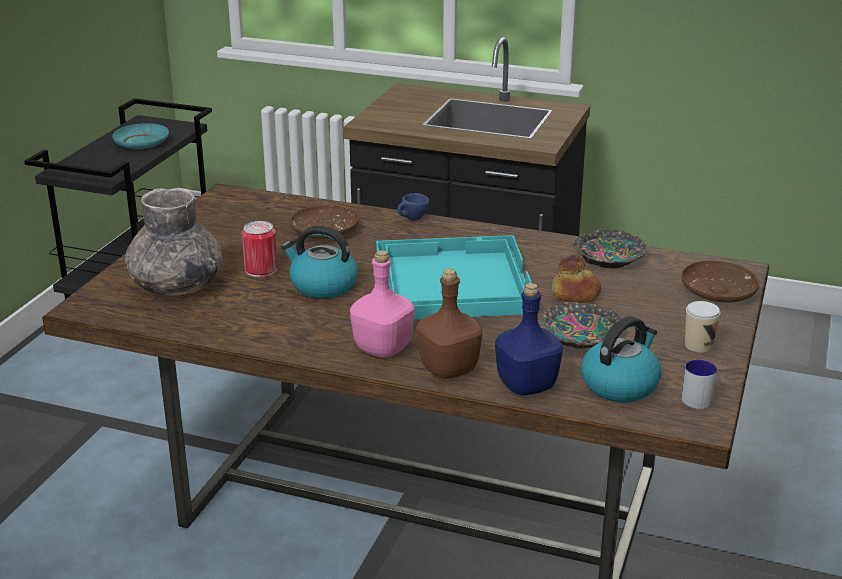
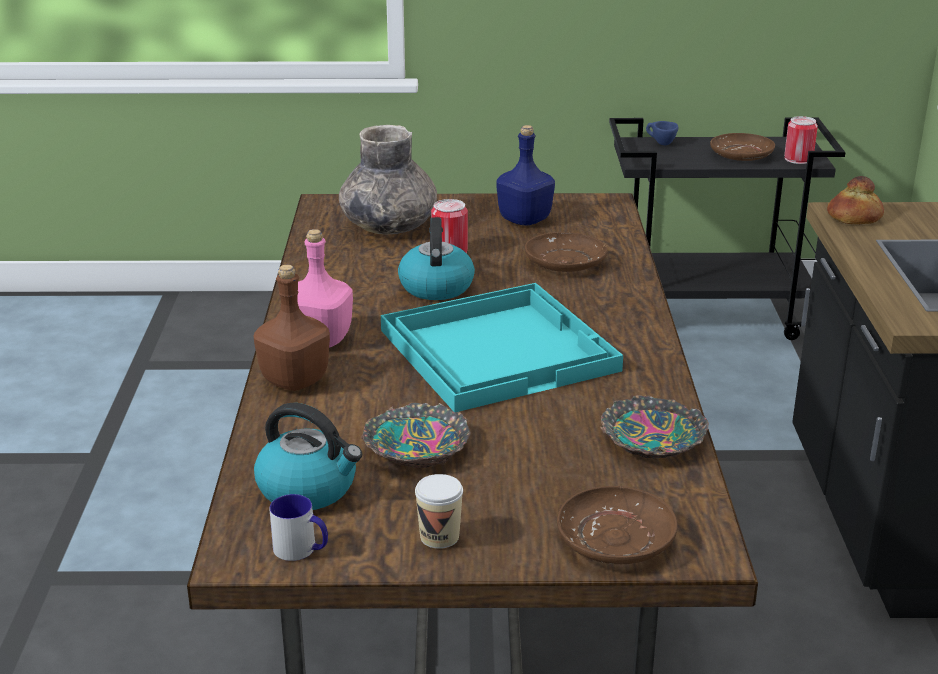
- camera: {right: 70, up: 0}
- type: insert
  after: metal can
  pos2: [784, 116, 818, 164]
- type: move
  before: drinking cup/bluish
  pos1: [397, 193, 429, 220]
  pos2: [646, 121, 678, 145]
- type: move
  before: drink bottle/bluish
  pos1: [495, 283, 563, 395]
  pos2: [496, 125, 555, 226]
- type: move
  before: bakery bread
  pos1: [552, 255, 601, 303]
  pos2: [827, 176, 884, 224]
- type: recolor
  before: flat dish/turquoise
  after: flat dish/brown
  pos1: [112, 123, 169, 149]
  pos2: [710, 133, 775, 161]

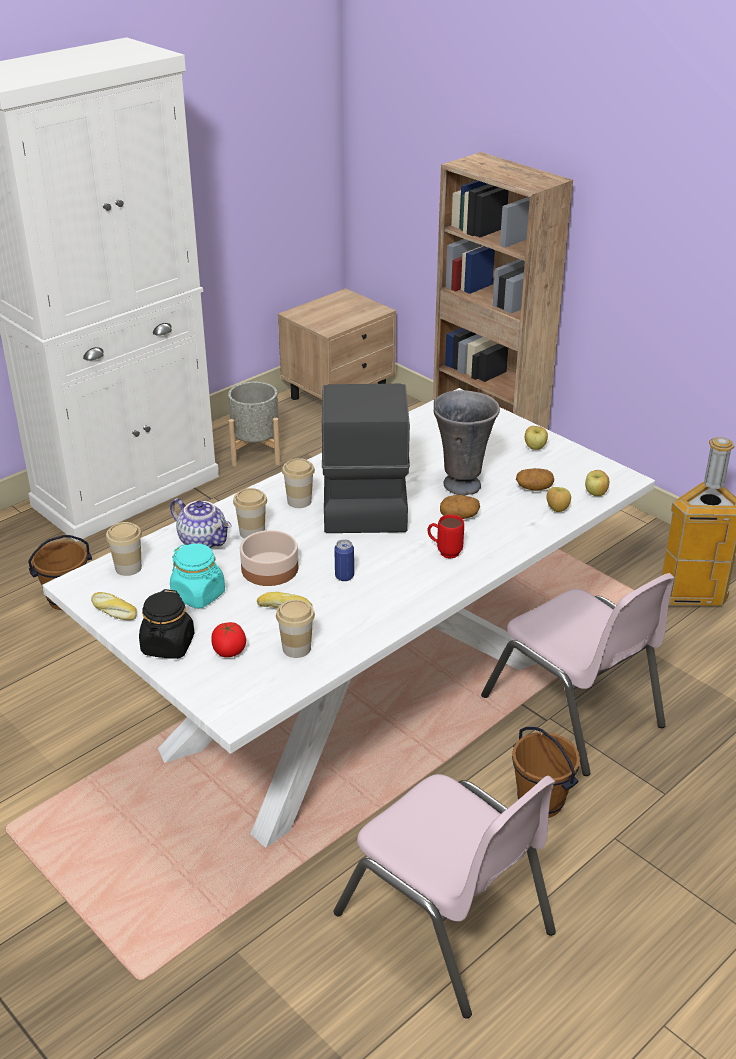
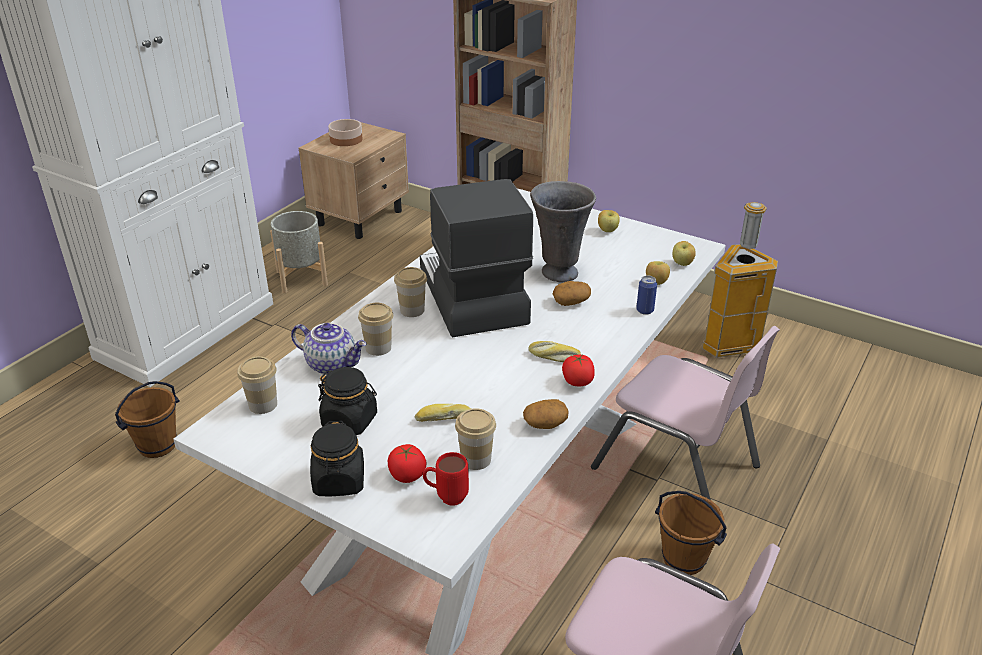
- camera: {right: -15, up: 0}
- type: insert
  after: fresh tomato
  pos2: [562, 354, 595, 386]
- type: move
  before: bakery bread
  pos1: [91, 592, 137, 620]
  pos2: [528, 341, 581, 362]
- type: move
  before: bowl
  pos1: [240, 530, 299, 586]
  pos2: [328, 119, 363, 146]
- type: move
  before: metal can
  pos1: [334, 539, 354, 581]
  pos2: [636, 276, 657, 315]
- type: move
  before: mug/red
  pos1: [428, 515, 464, 559]
  pos2: [423, 452, 469, 506]
- type: move
  before: whole potato
  pos1: [516, 468, 554, 491]
  pos2: [523, 399, 569, 429]
- type: recolor
  before: storage jar/turquoise
  after: storage jar/blackish
  pos1: [170, 544, 225, 609]
  pos2: [318, 367, 377, 435]

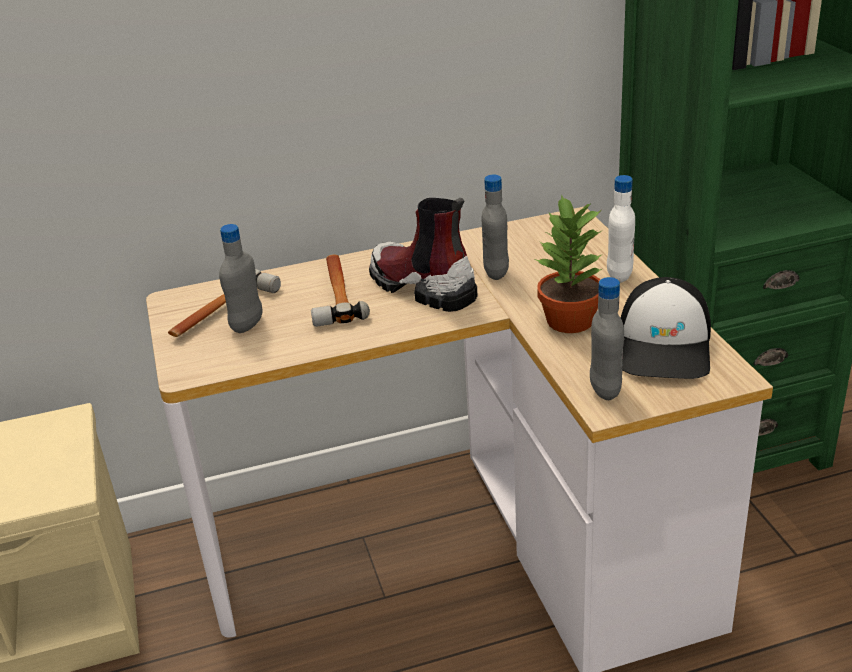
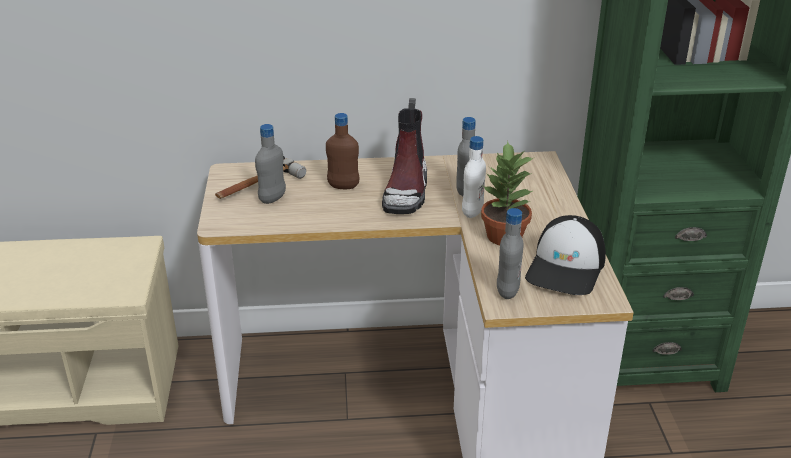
- camera: {right: 10, up: 0}
- type: move
  before: drink bottle/white-coloured
  pos1: [607, 175, 635, 283]
  pos2: [462, 136, 486, 218]
- type: replace
  before: hand hammer
  after: drink bottle/brown
  pos1: [311, 254, 370, 327]
  pos2: [326, 113, 360, 189]
- type: rotate
  before: high-top boot
  pos1: [369, 198, 477, 312]
  pos2: [382, 98, 427, 214]
  turn: -135

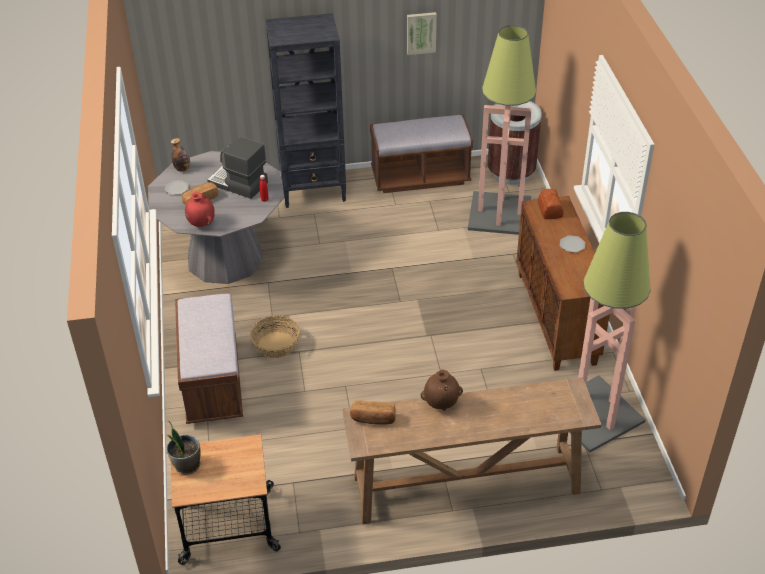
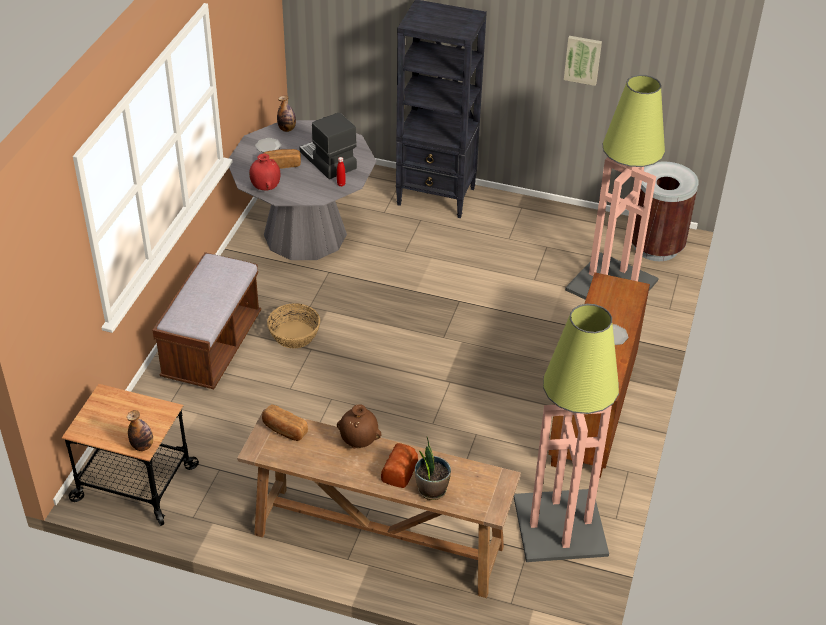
- camera: {right: 25, up: 0}
- type: delete
  before: bench/brown
  pos1: [370, 115, 473, 193]
- type: insert
  after: drink bottle
  pos2: [127, 410, 153, 451]
- type: move
  before: plant in a pot
  pos1: [167, 420, 200, 475]
  pos2: [415, 437, 451, 500]
- type: move
  before: bakery bread
  pos1: [538, 189, 563, 219]
  pos2: [381, 443, 418, 488]

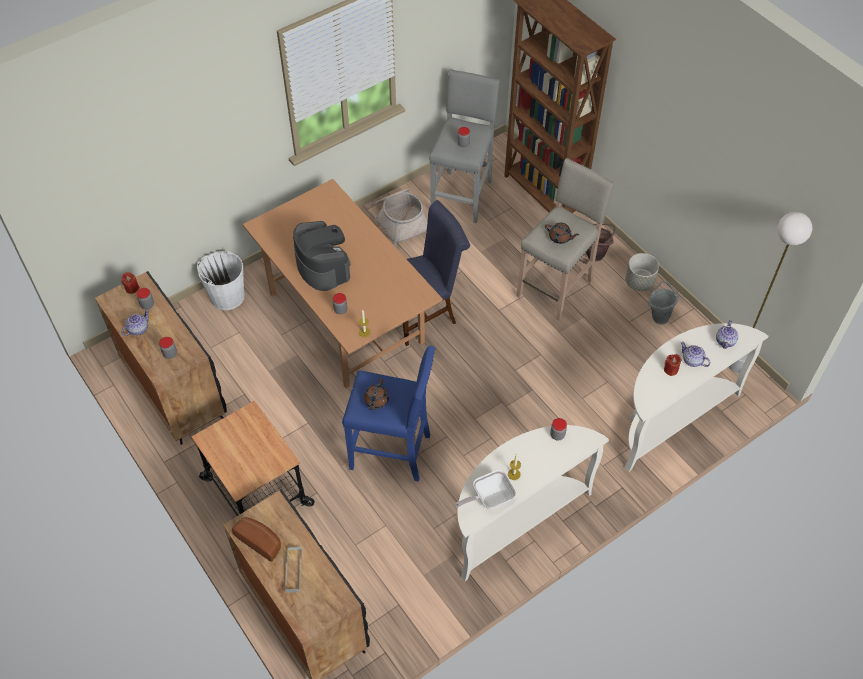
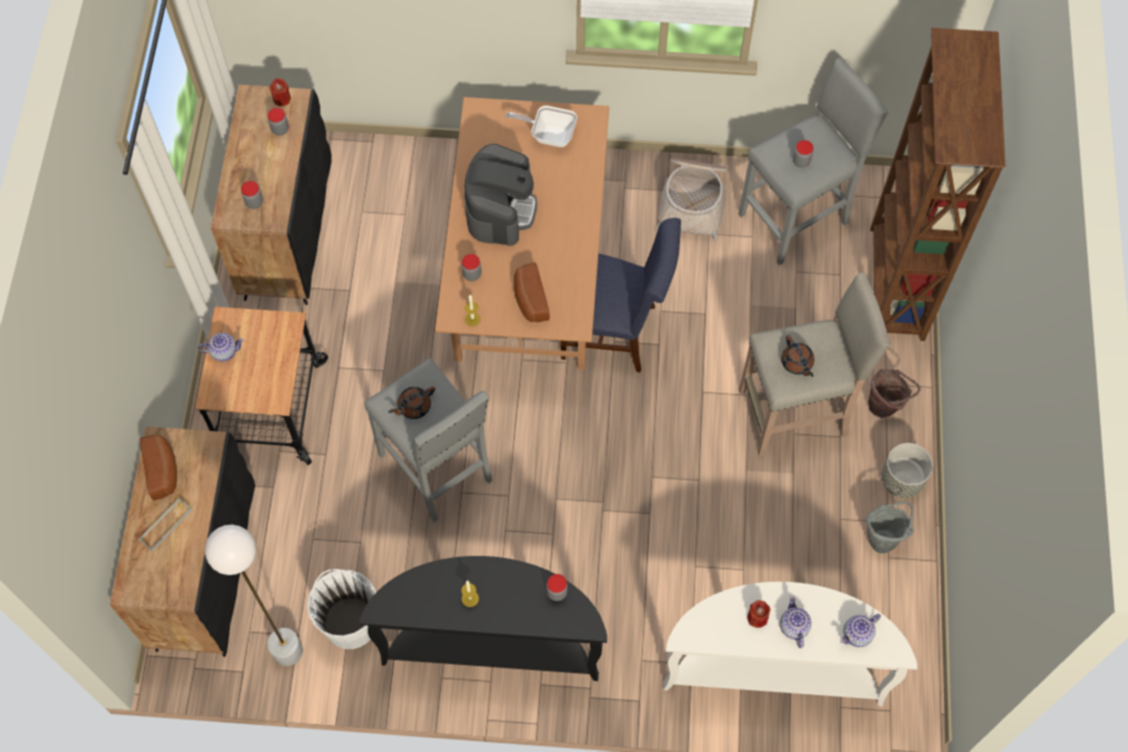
- camera: {right: 40, up: 10}
- type: insert
  after: bakery bread
  pos2: [514, 262, 550, 322]
- type: move
  before: teapot
  pos1: [121, 309, 149, 336]
  pos2: [198, 333, 244, 362]
- type: move
  before: water bucket/white-coloured
  pos1: [197, 251, 245, 310]
  pos2: [307, 569, 376, 649]
- type: move
  before: pan
  pos1: [454, 470, 516, 509]
  pos2: [505, 106, 577, 147]
- type: move
  before: standing lamp/white-coloured
  pos1: [729, 212, 812, 373]
  pos2: [205, 525, 303, 666]
- type: recolor
  before: stool seat/bluish
  after: stool seat/gray
  pos1: [342, 346, 435, 482]
  pos2: [364, 358, 493, 522]
- type: recolor
  before: narrow table/white-coloured
  after: narrow table/blackish
  pos1: [457, 425, 609, 581]
  pos2: [359, 556, 607, 681]

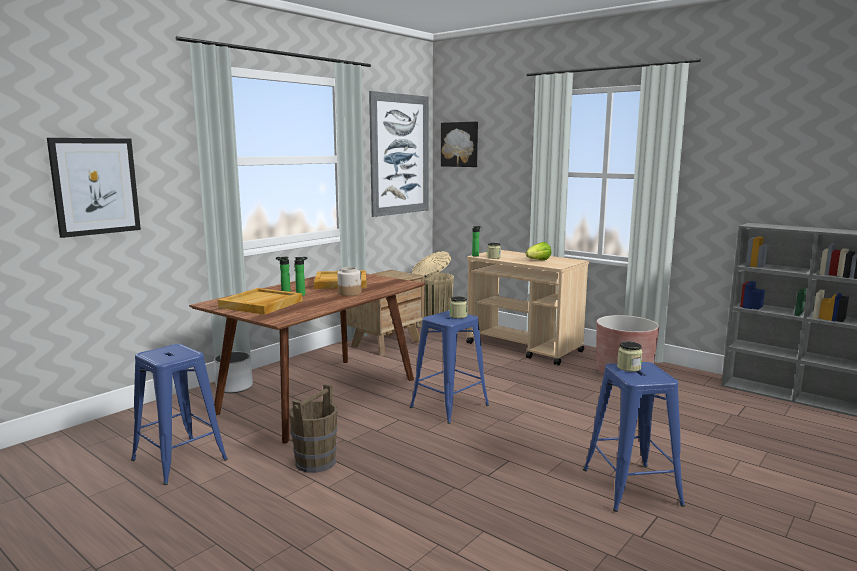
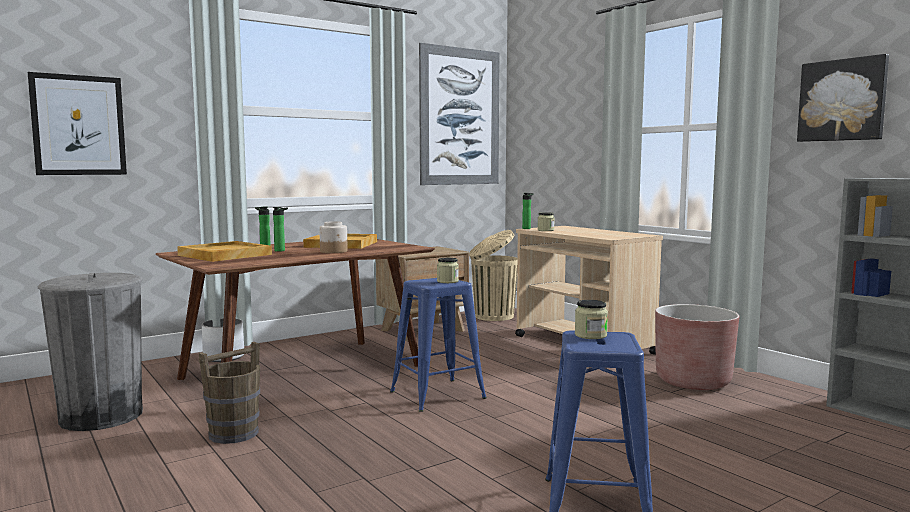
- camera: {right: 15, up: -5}
- type: delete
  before: head of lettuce
  pos1: [526, 242, 551, 260]
- type: move
  before: picture
  pos1: [441, 122, 478, 167]
  pos2: [797, 54, 889, 142]
- type: replace
  before: stool seat/bluish
  after: waste bin/gray
  pos1: [131, 344, 228, 485]
  pos2: [38, 273, 143, 431]

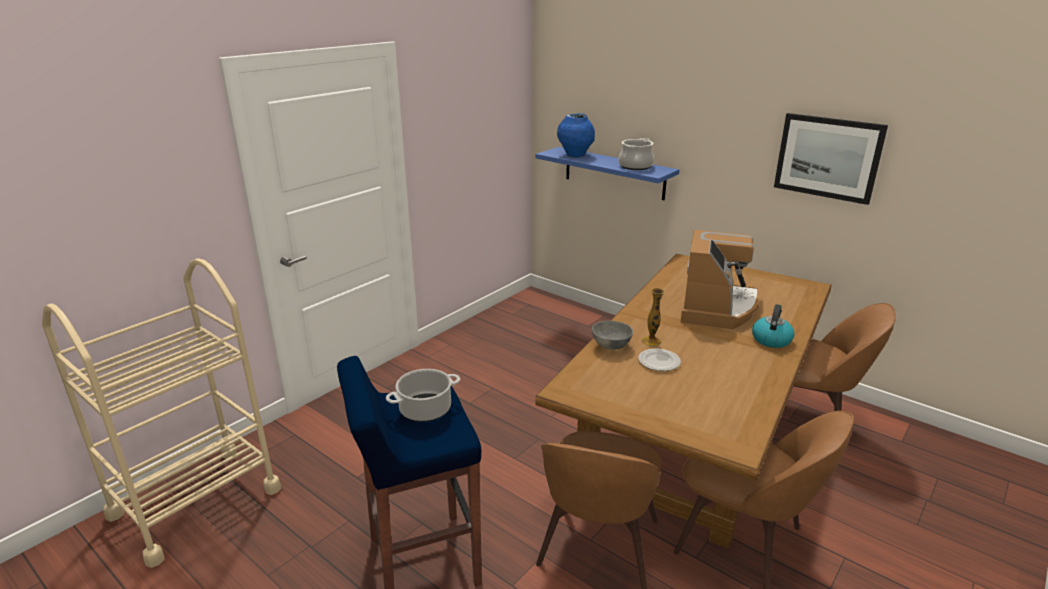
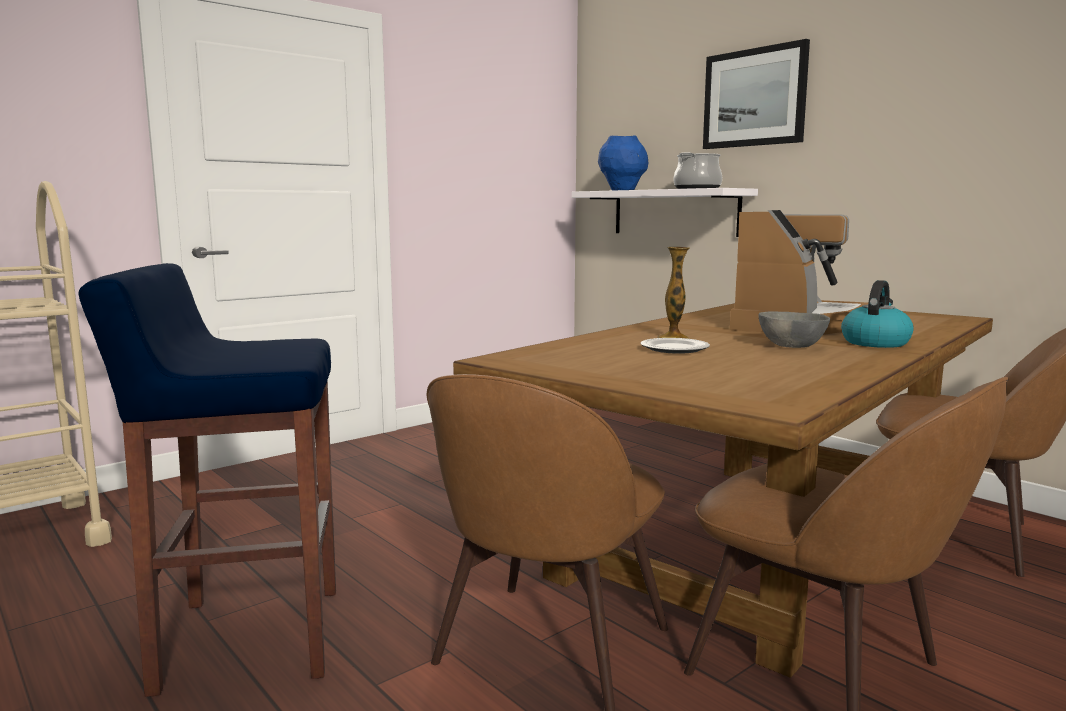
- camera: {right: 10, up: -15}
- type: delete
  before: saucepot
  pos1: [386, 369, 460, 422]
- type: move
  before: bowl/gray
  pos1: [592, 321, 633, 350]
  pos2: [758, 311, 830, 348]
- type: move
  before: picture
  pos1: [774, 113, 888, 205]
  pos2: [703, 39, 810, 149]
- type: recolor
  before: wall shelf/bluish
  after: wall shelf/white-coloured
  pos1: [535, 147, 679, 200]
  pos2: [572, 188, 758, 237]

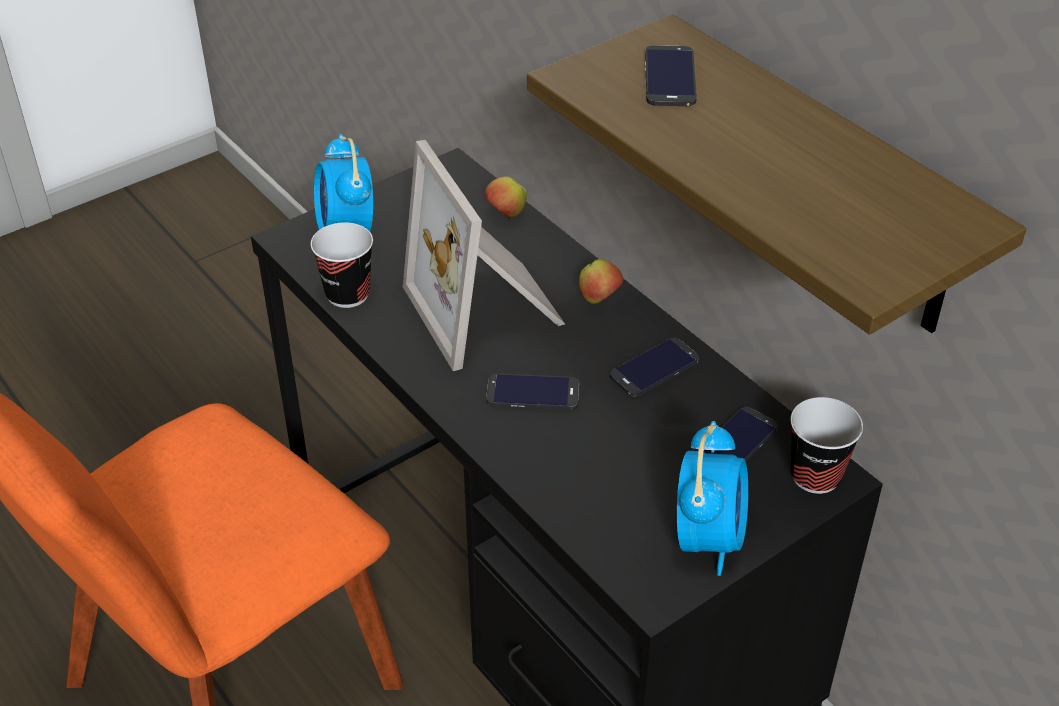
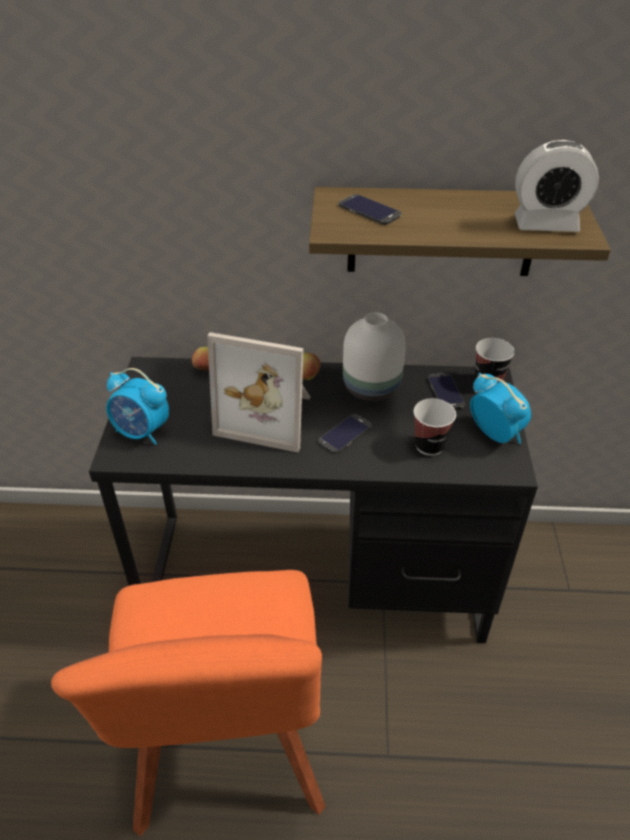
- camera: {right: -50, up: 0}
- type: insert
  after: alarm clock
  pos2: [515, 140, 599, 232]
- type: move
  before: drinking cup
  pos1: [311, 222, 373, 308]
  pos2: [414, 398, 456, 456]
- type: replace
  before: handset
  after: flower vase/white-coloured
  pos1: [610, 338, 699, 397]
  pos2: [343, 312, 406, 401]

